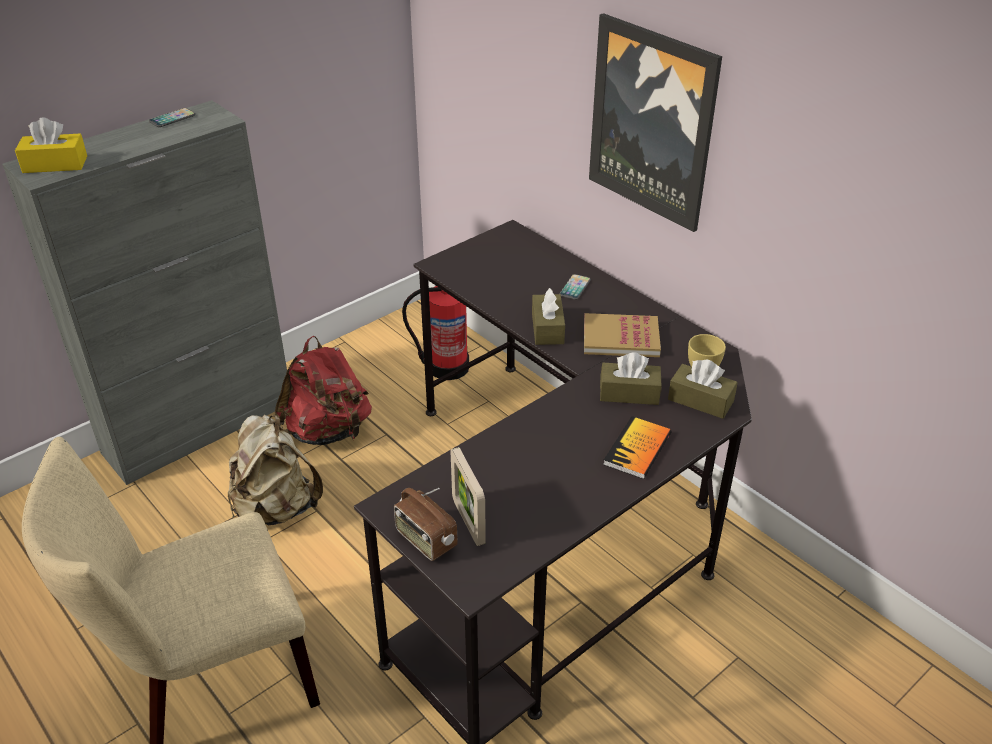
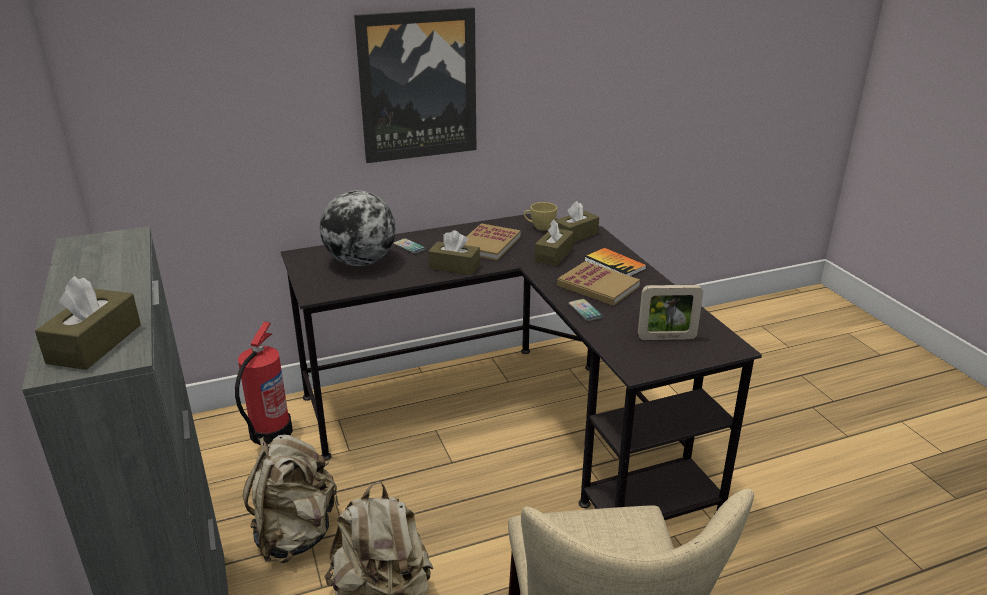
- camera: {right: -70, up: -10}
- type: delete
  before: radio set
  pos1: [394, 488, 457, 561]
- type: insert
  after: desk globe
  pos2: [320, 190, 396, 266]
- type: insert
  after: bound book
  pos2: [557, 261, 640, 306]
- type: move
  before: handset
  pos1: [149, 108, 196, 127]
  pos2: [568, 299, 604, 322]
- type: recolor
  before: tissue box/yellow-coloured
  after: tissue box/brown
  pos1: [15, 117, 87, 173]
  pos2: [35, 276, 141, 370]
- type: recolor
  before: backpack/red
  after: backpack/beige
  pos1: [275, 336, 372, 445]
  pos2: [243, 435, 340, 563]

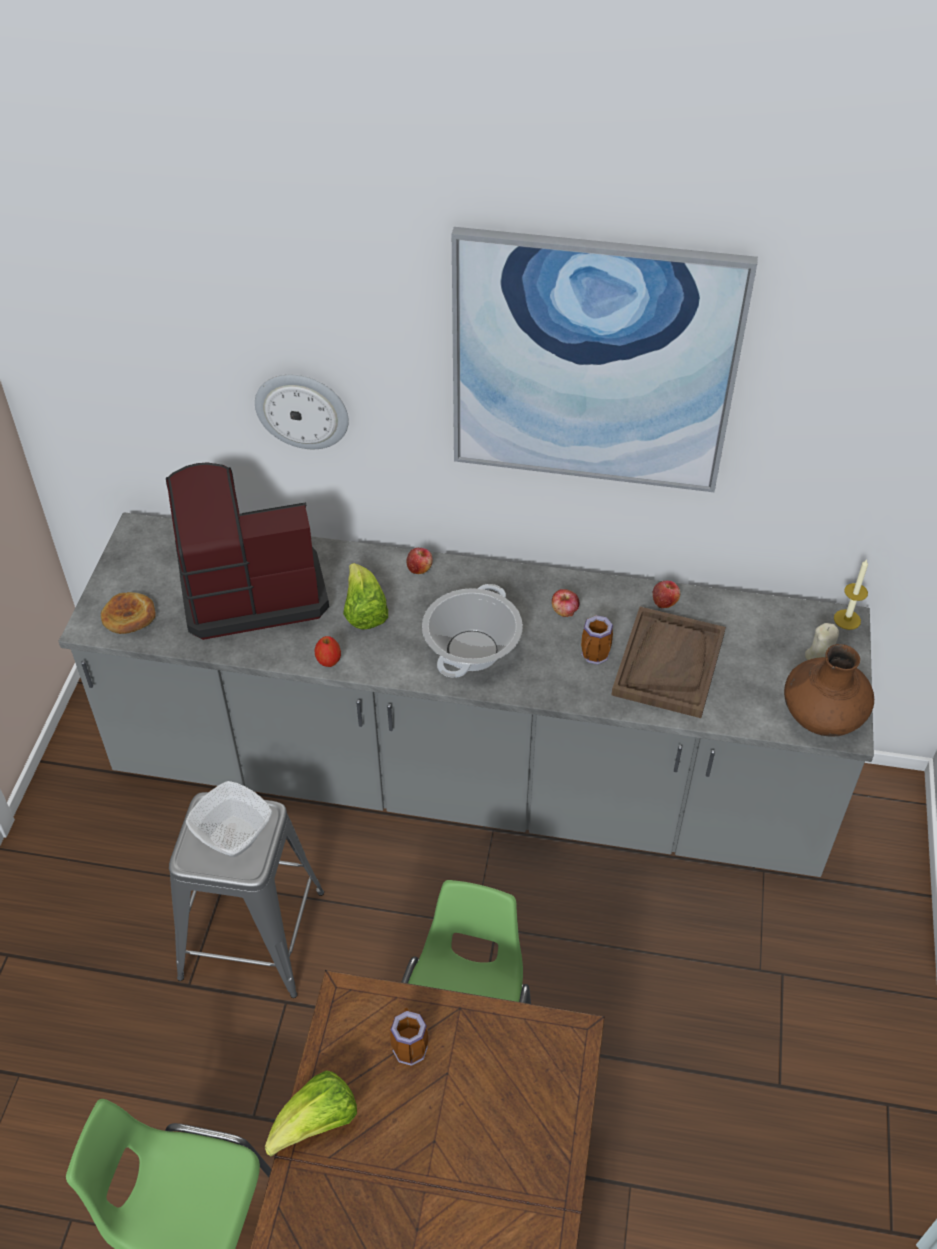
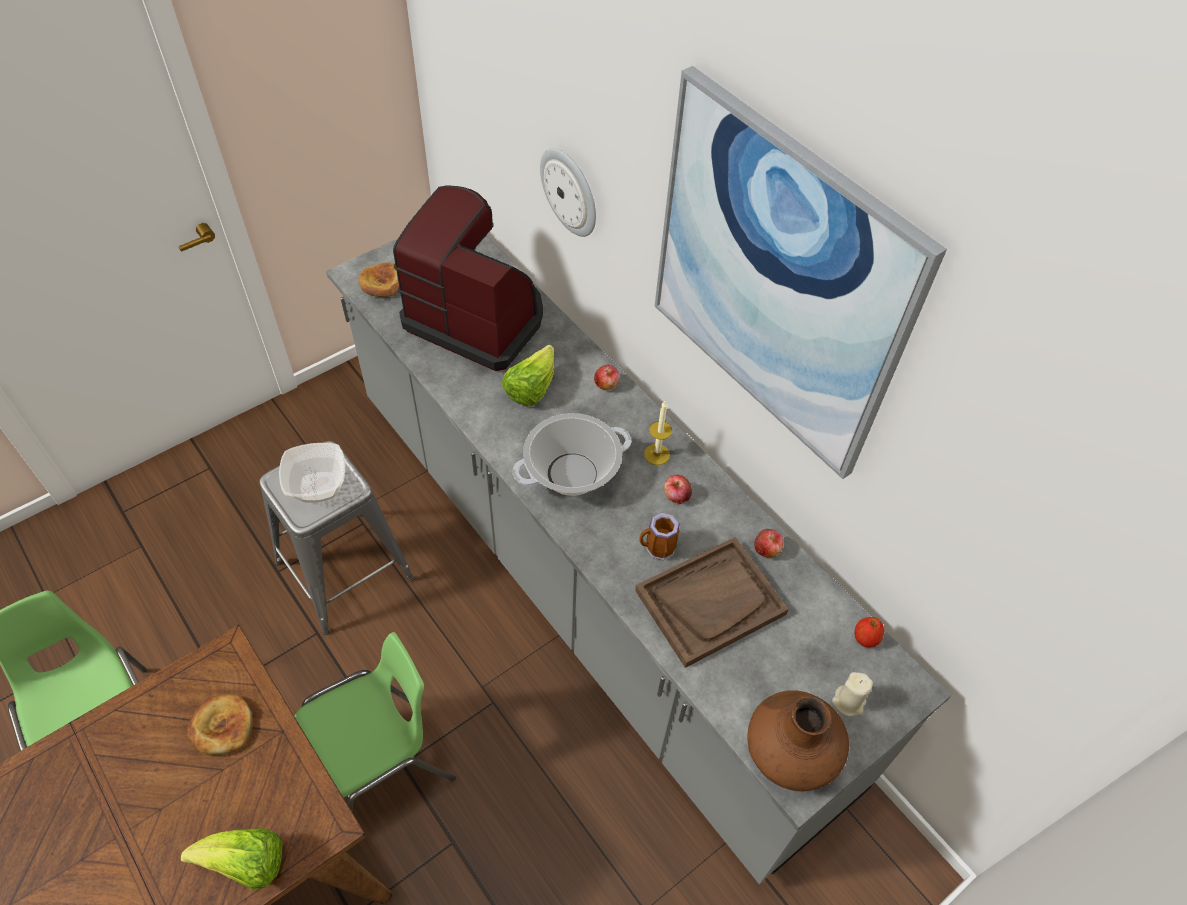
- camera: {right: 40, up: 5}
- type: move
  before: head of lettuce
  pos1: [265, 1070, 357, 1157]
  pos2: [181, 828, 282, 890]
- type: move
  before: whole apple
  pos1: [315, 636, 341, 667]
  pos2: [854, 617, 884, 647]
- type: move
  before: wax light
  pos1: [834, 559, 868, 630]
  pos2: [644, 401, 672, 465]
- type: replace
  before: mug
  after: bakery bread
  pos1: [390, 1008, 428, 1066]
  pos2: [187, 694, 252, 756]

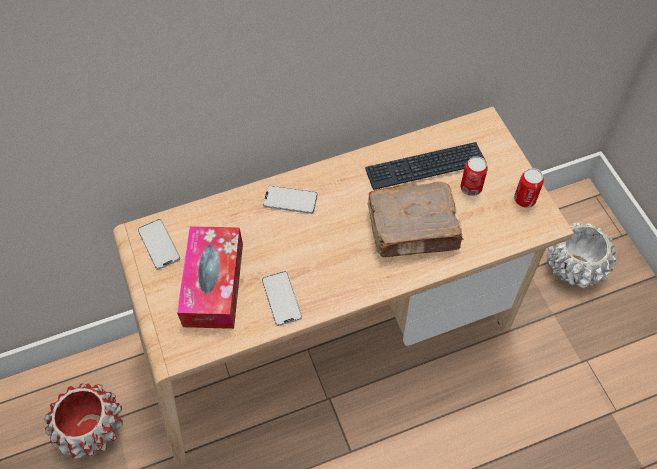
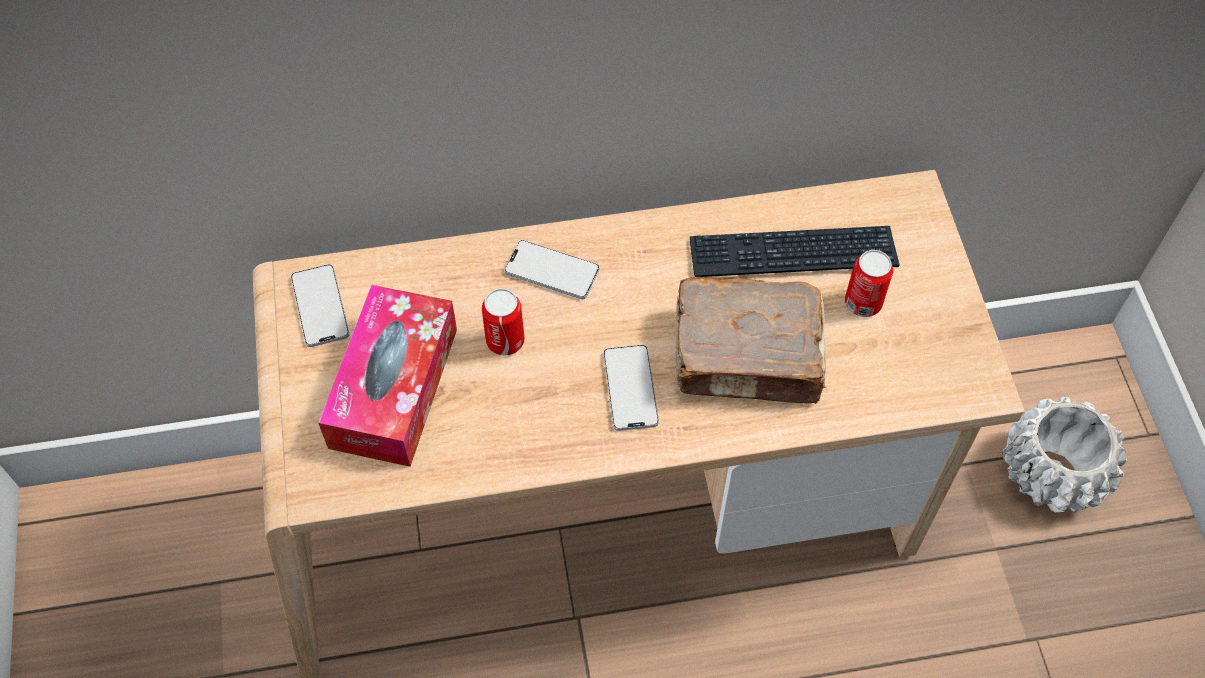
- camera: {right: 10, up: 0}
- type: delete
  before: planter/red
  pos1: [44, 383, 123, 459]
- type: move
  before: handset
  pos1: [262, 271, 302, 326]
  pos2: [604, 345, 659, 431]
- type: move
  before: metal can
  pos1: [514, 168, 544, 208]
  pos2: [482, 288, 525, 356]

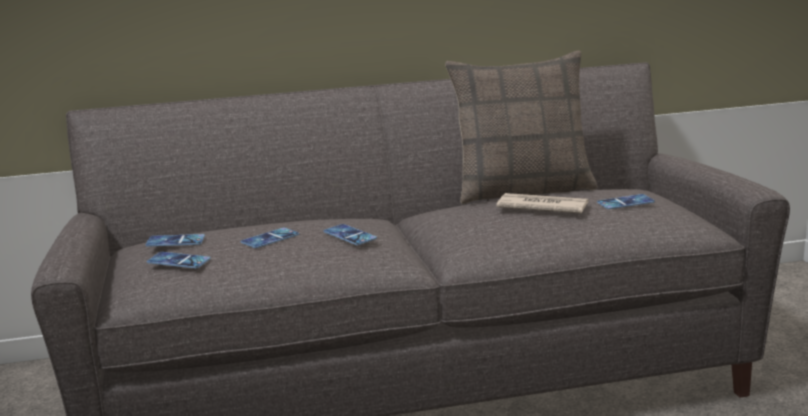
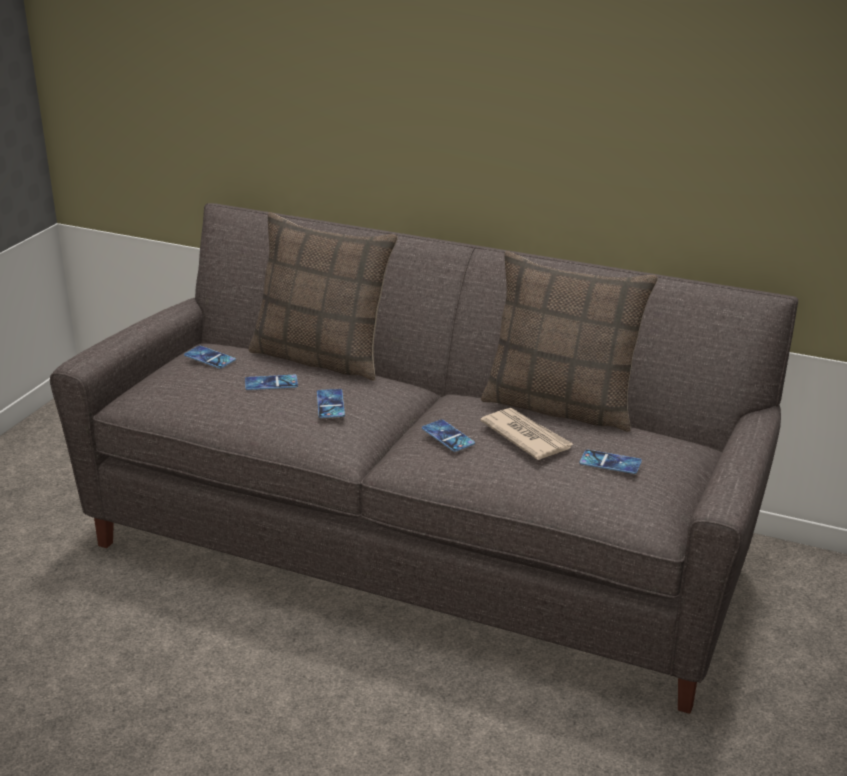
- camera: {right: 35, up: 10}
- type: insert
  after: throw pillow
  pos2: [249, 212, 398, 381]
- type: move
  before: handset
  pos1: [147, 252, 211, 268]
  pos2: [422, 419, 475, 452]

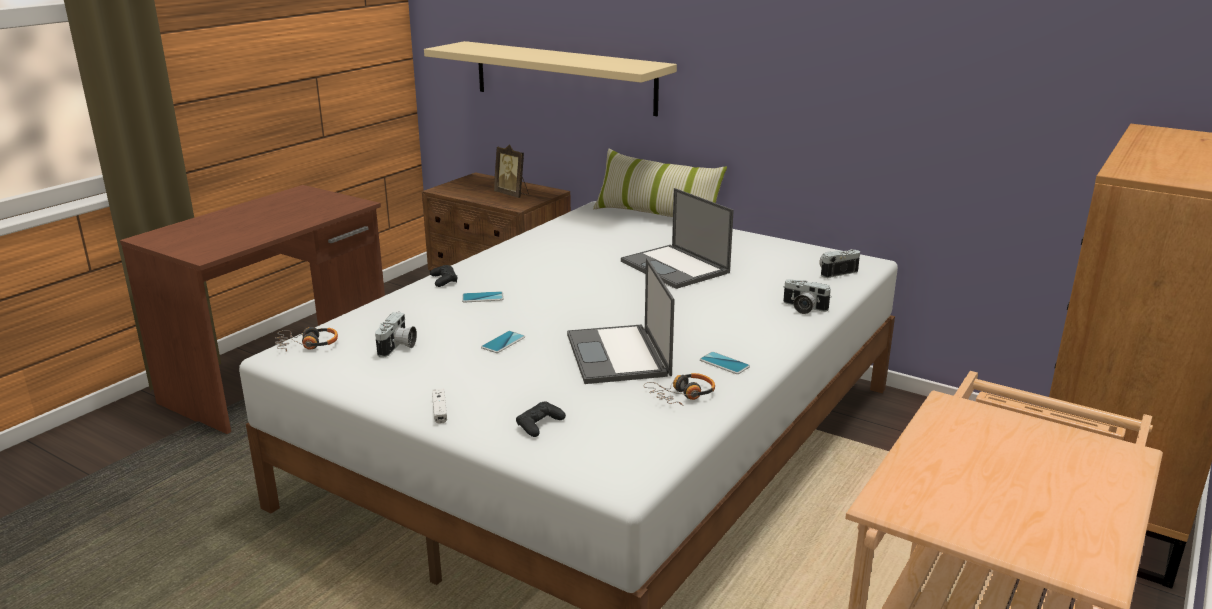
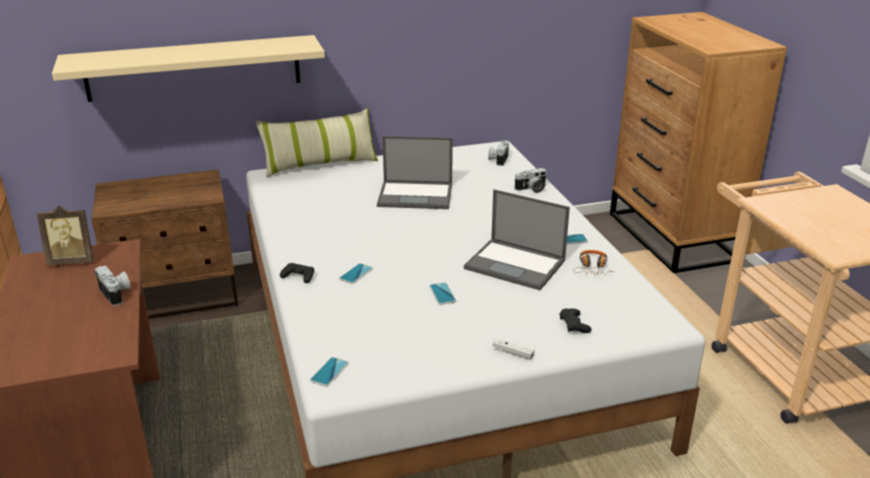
- camera: {right: -50, up: 5}
- type: move
  before: still camera
  pos1: [375, 312, 417, 358]
  pos2: [95, 265, 131, 306]
- type: move
  before: photo frame
  pos1: [494, 144, 529, 198]
  pos2: [36, 206, 94, 266]
- type: replace
  before: pair of headphones
  after: handset
  pos1: [275, 327, 338, 352]
  pos2: [310, 357, 349, 387]

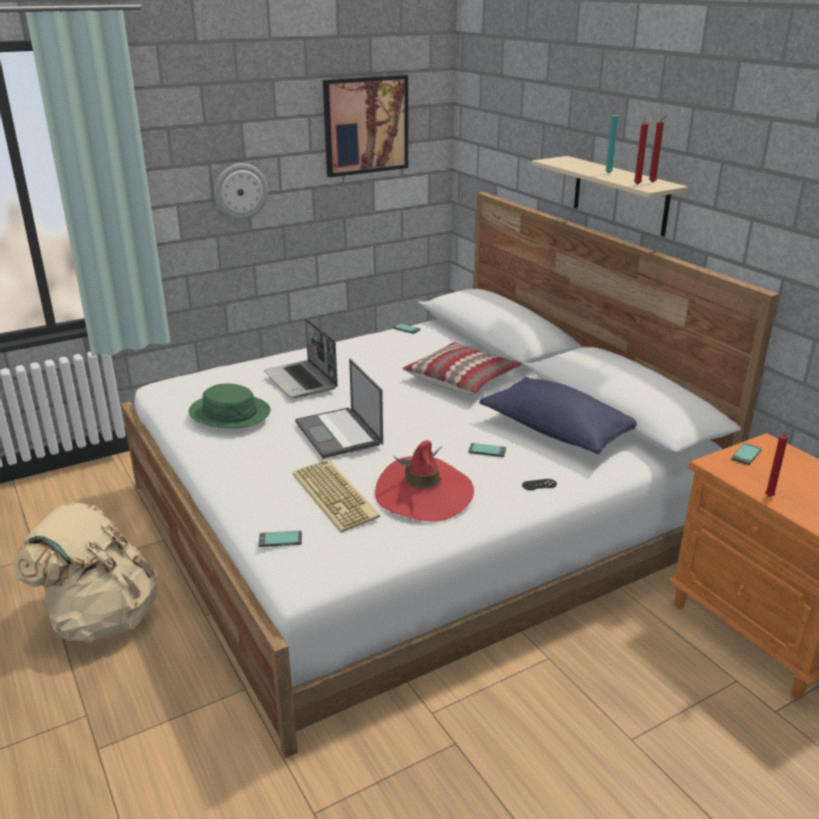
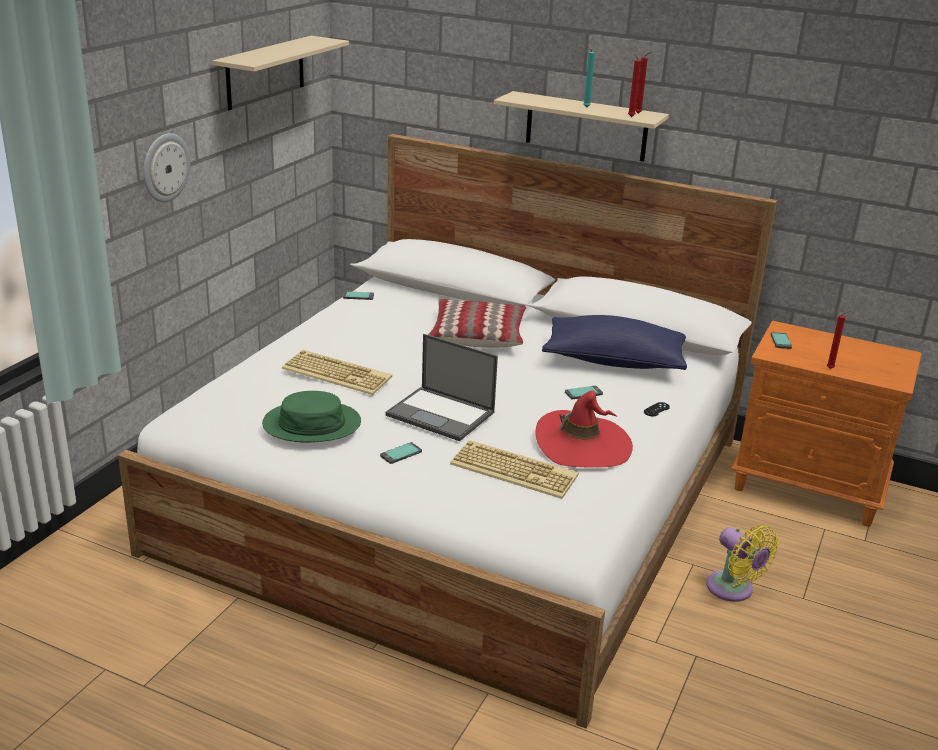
- camera: {right: -35, up: 0}
- type: delete
  before: backpack/beige
  pos1: [12, 503, 158, 643]
- type: insert
  after: fan/yellow-coloured
  pos2: [706, 525, 779, 602]
- type: move
  before: handset
  pos1: [259, 531, 302, 547]
  pos2: [380, 442, 422, 464]
- type: replace
  before: portable computer
  after: computer keyboard
  pos1: [264, 318, 338, 398]
  pos2: [282, 350, 392, 395]
- type: replace
  before: picture
  after: wall shelf/beige
  pos1: [323, 75, 408, 177]
  pos2: [212, 36, 349, 110]

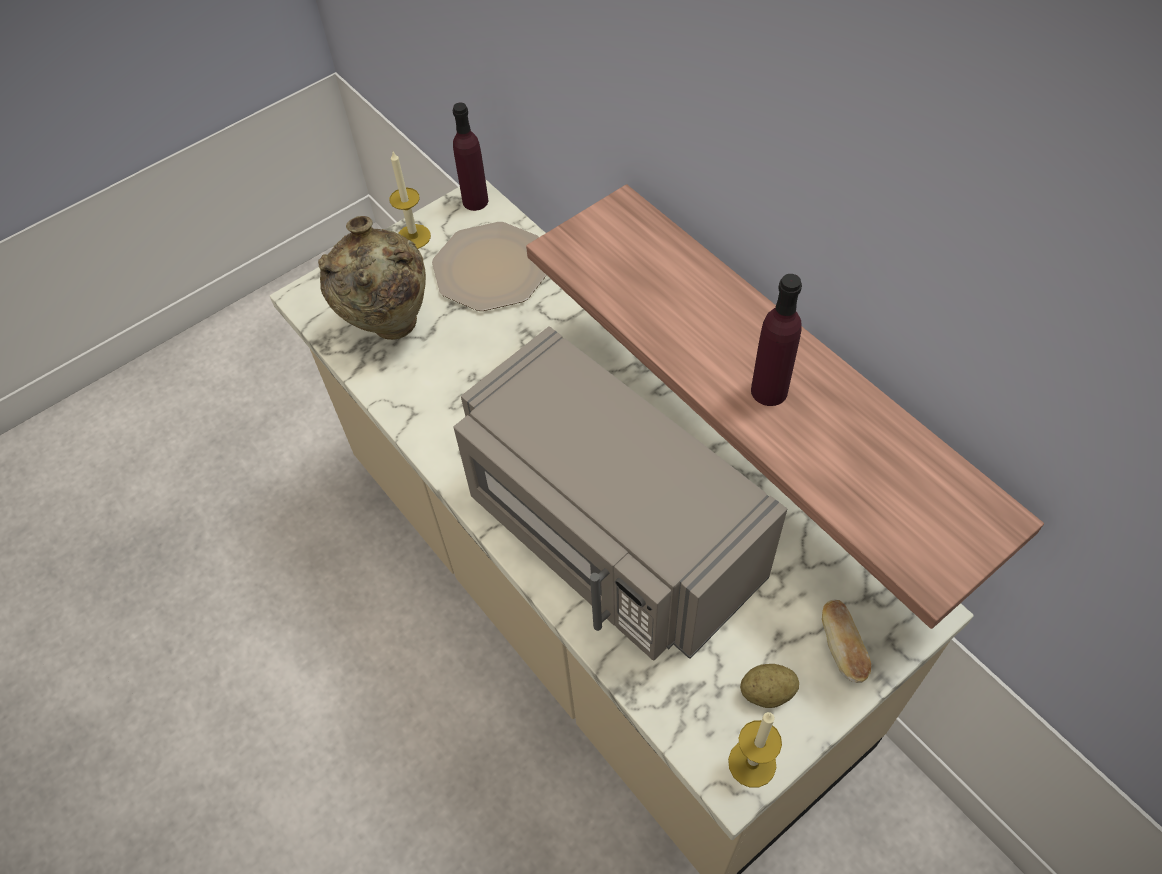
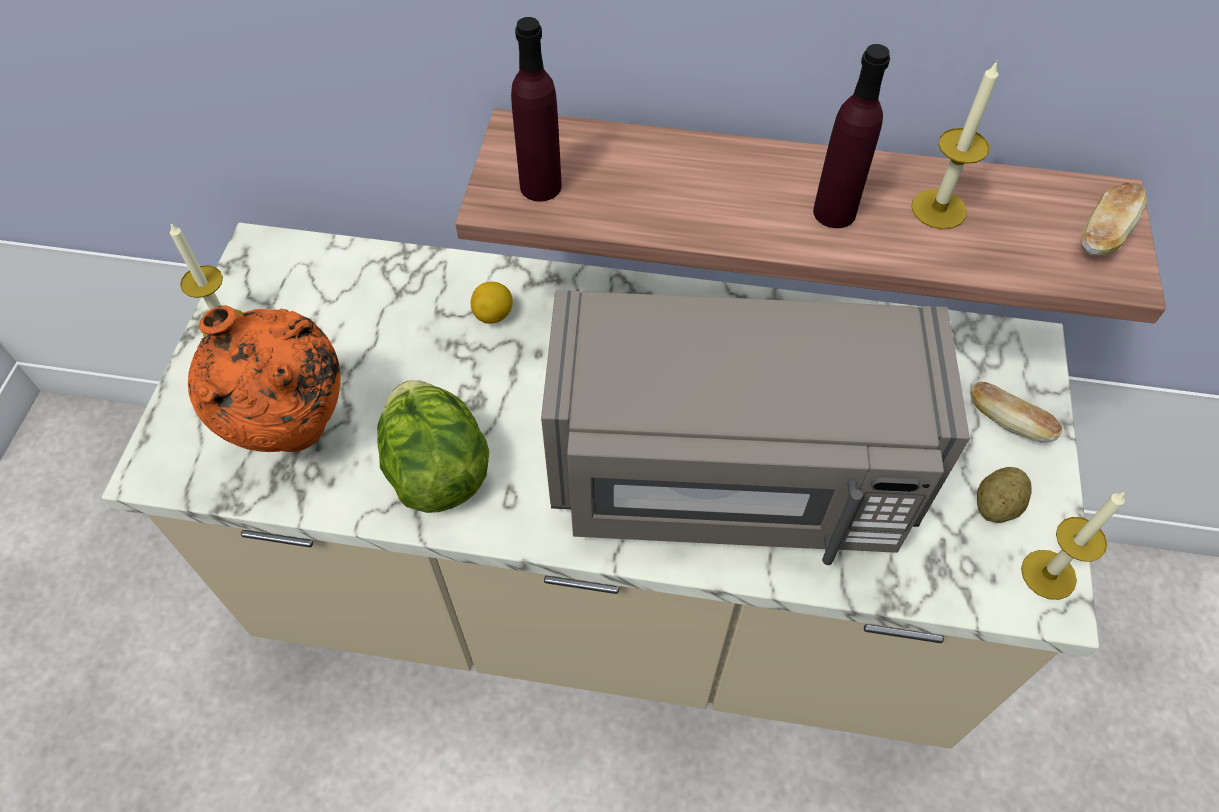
- camera: {right: -45, up: 0}
- type: delete
  before: flat dish
  pos1: [432, 222, 547, 311]
- type: insert
  after: head of lettuce
  pos2: [377, 380, 489, 513]
- type: insert
  after: whole lemon
  pos2: [470, 281, 513, 324]
- type: insert
  after: wax light
  pos2: [911, 60, 998, 229]
- type: insert
  after: bakery bread
  pos2: [1081, 183, 1147, 256]
- type: move
  before: drink bottle/purple
  pos1: [453, 103, 488, 211]
  pos2: [511, 17, 562, 201]
- type: recolor
  before: flower vase/beige
  after: flower vase/orangey
  pos1: [318, 216, 426, 340]
  pos2: [188, 306, 341, 452]

